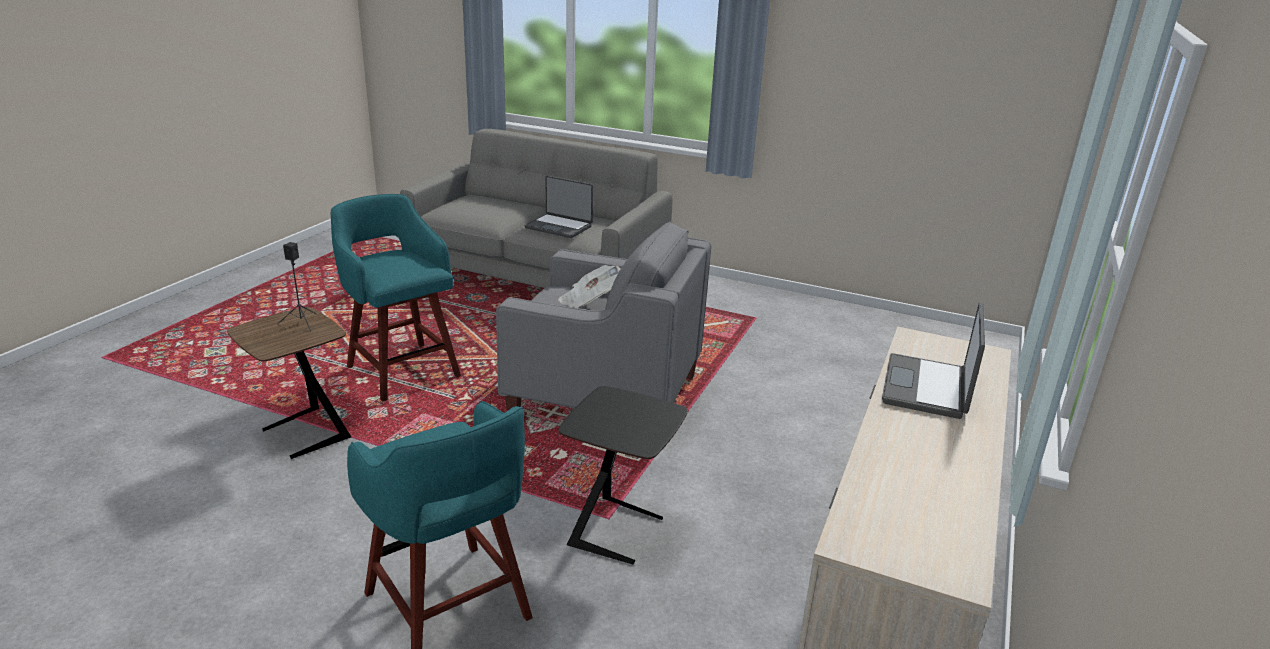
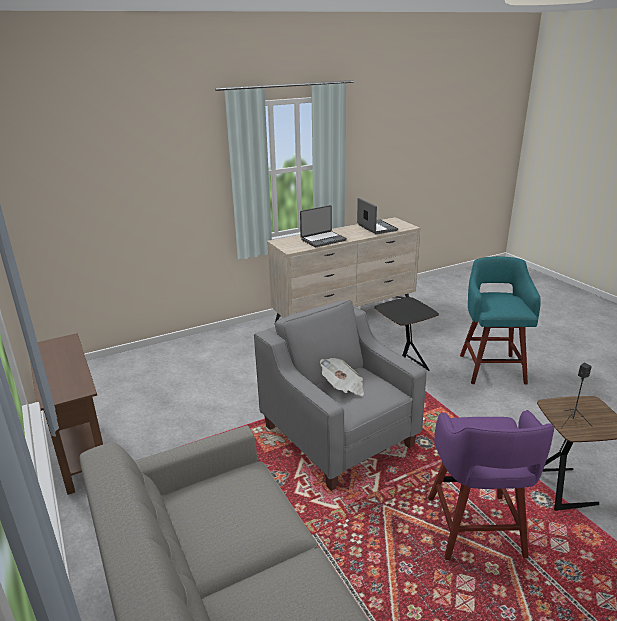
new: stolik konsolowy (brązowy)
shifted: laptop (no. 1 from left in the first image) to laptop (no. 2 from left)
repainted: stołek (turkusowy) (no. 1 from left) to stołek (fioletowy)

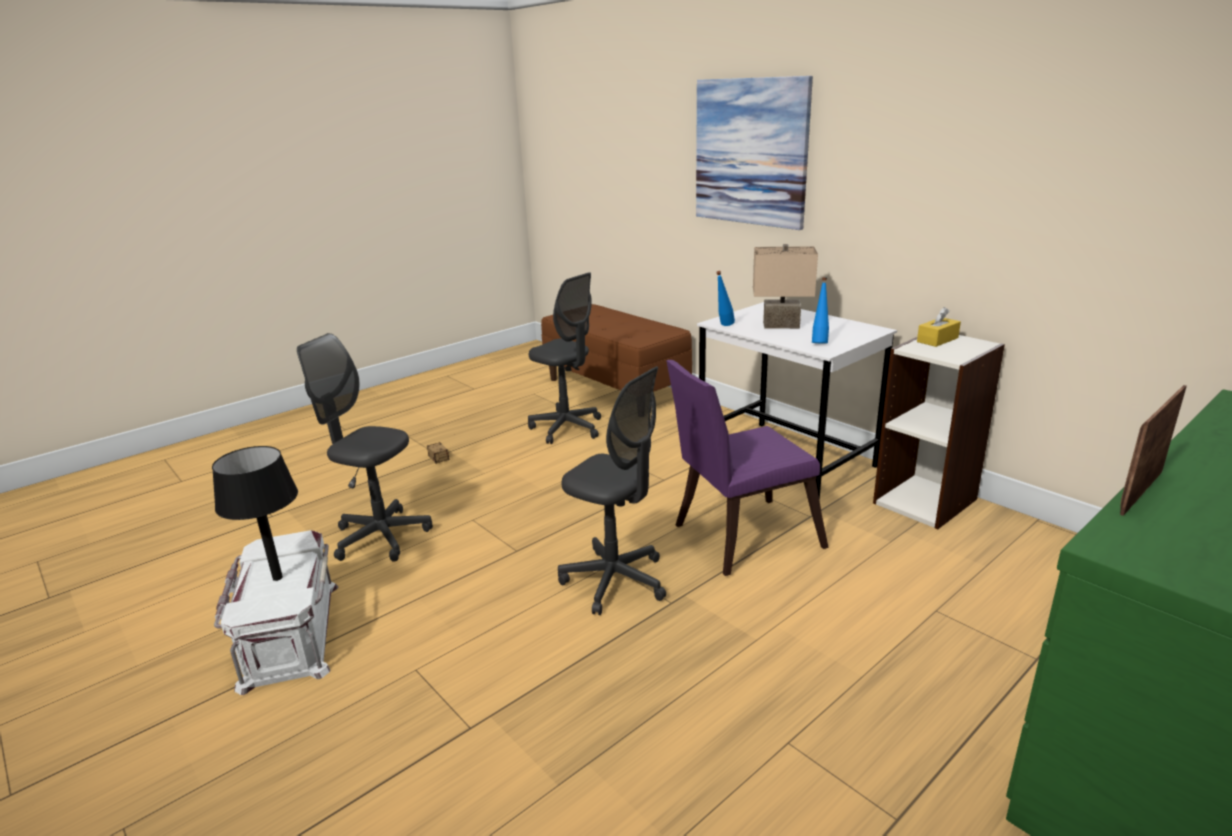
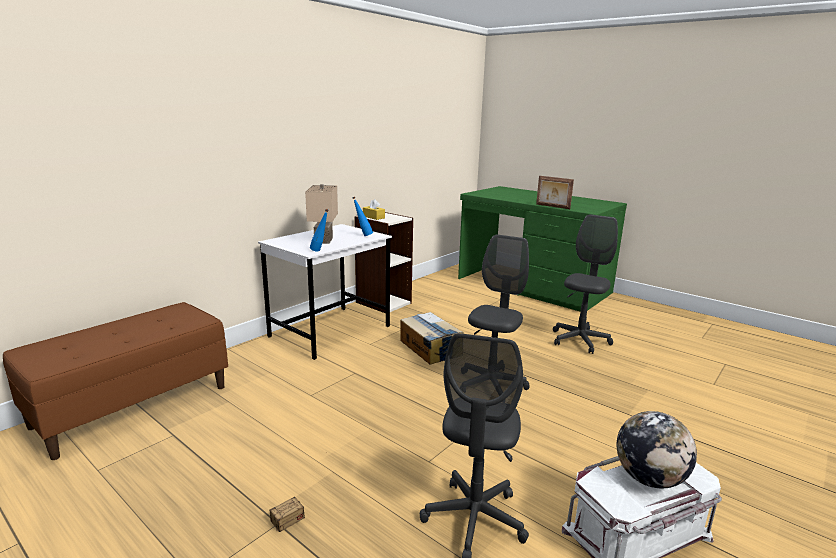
gone: obraz
shifted: krzesło biurowe (szary) (no. 2 from left in the first image) to krzesło biurowe (szary) (no. 3 from left)
swapped: lampa stołowa (czarny) to globus; krzesło (fioletowy) to karton

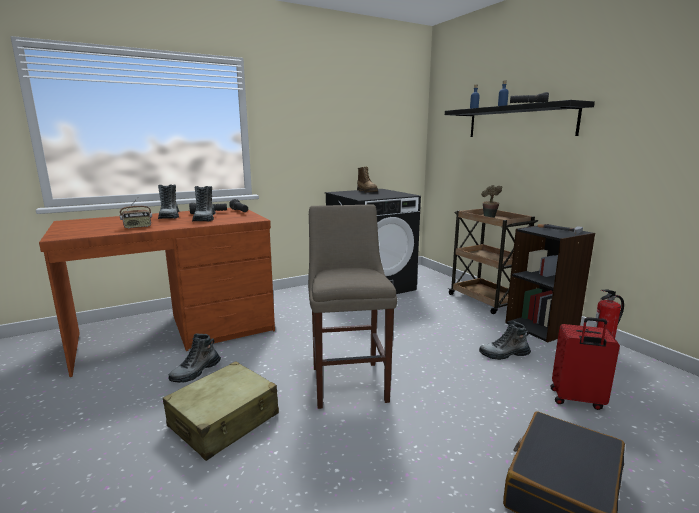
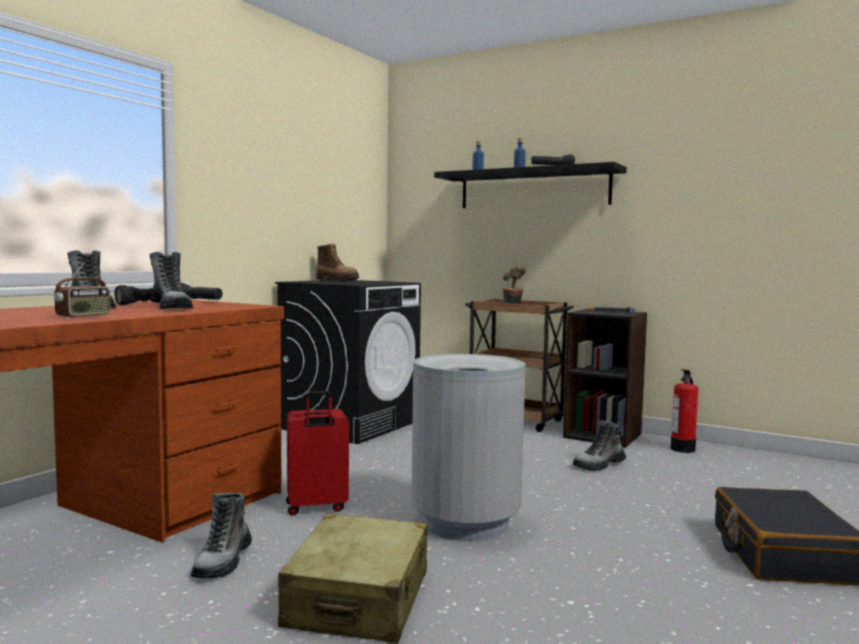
shifted: walizka (czerwony)
swapped: stołek (beżowy) to kosz na śmieci (szary)

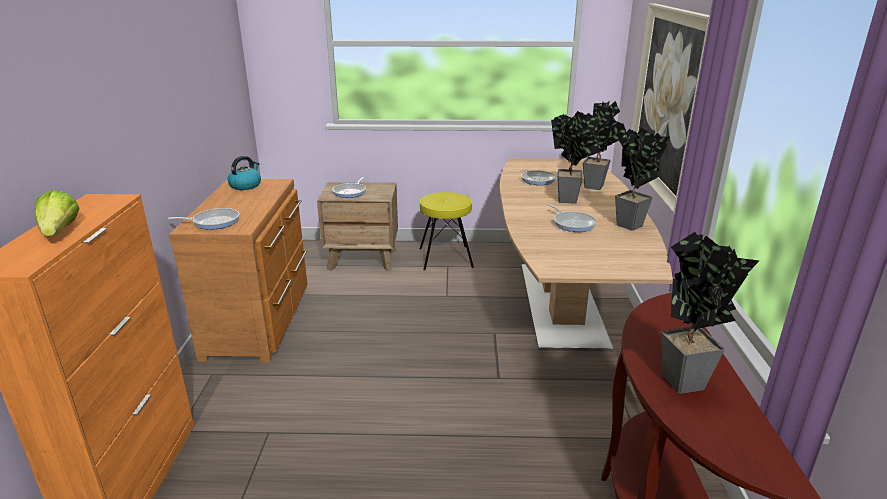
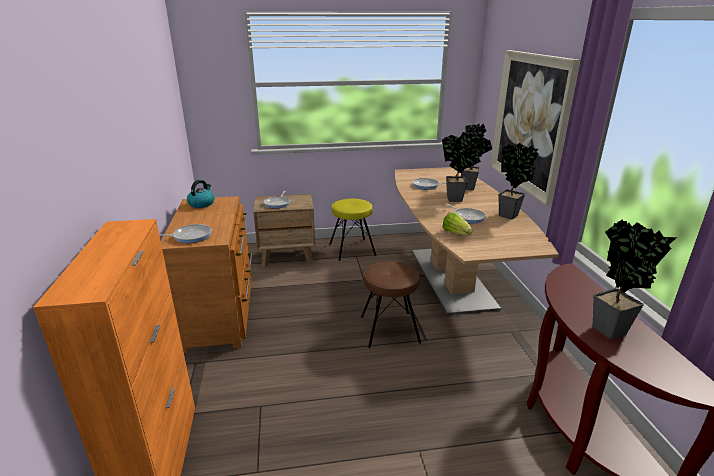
new: stołek (brązowy)
shifted: sałata

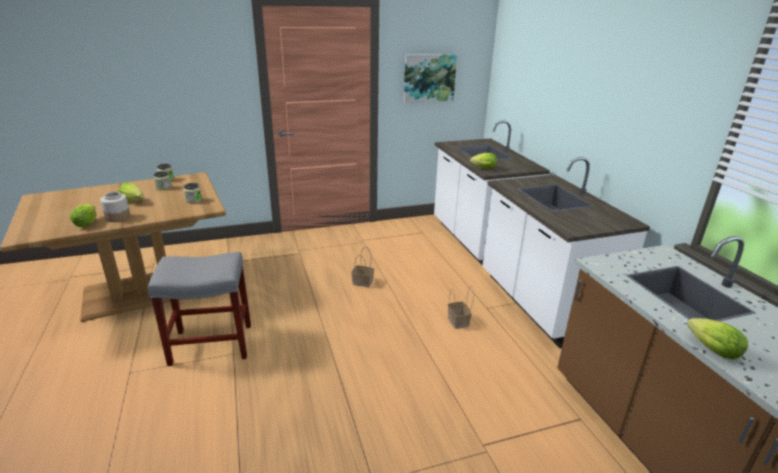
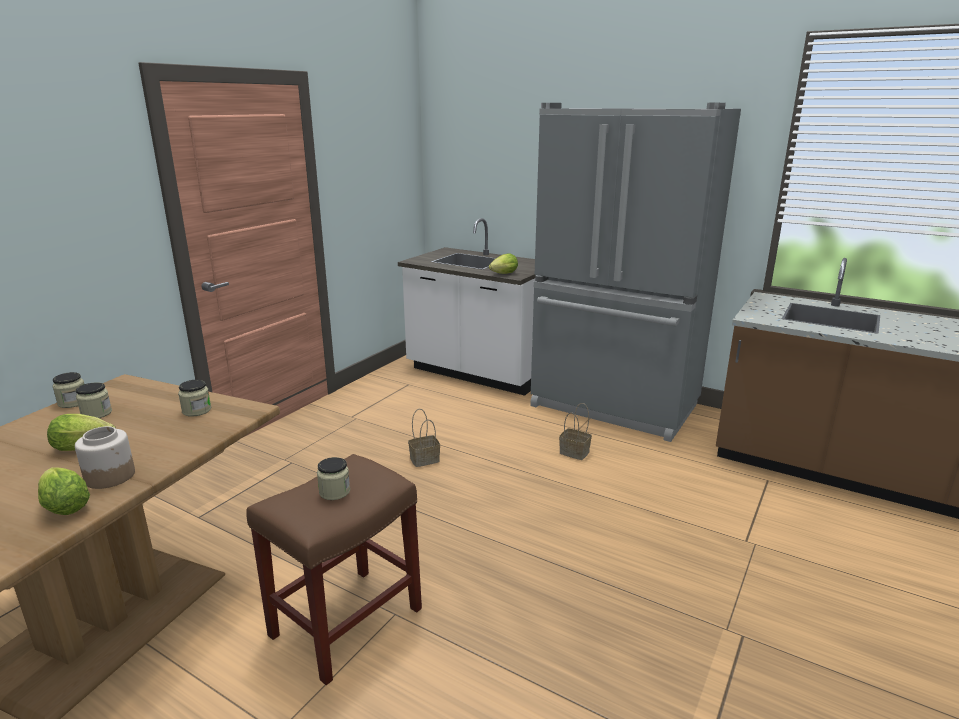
gone: obraz; sałata (no. 4 from left)
new: słoik (no. 5 from left)
swapped: zabudowa kuchenna (biały) (no. 2 from left) to lodówka (szary)
repainted: stołek (szary) to stołek (brązowy)

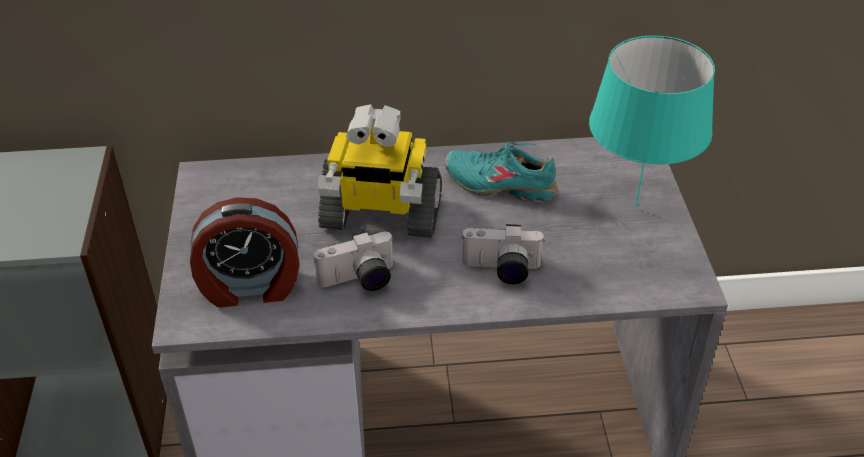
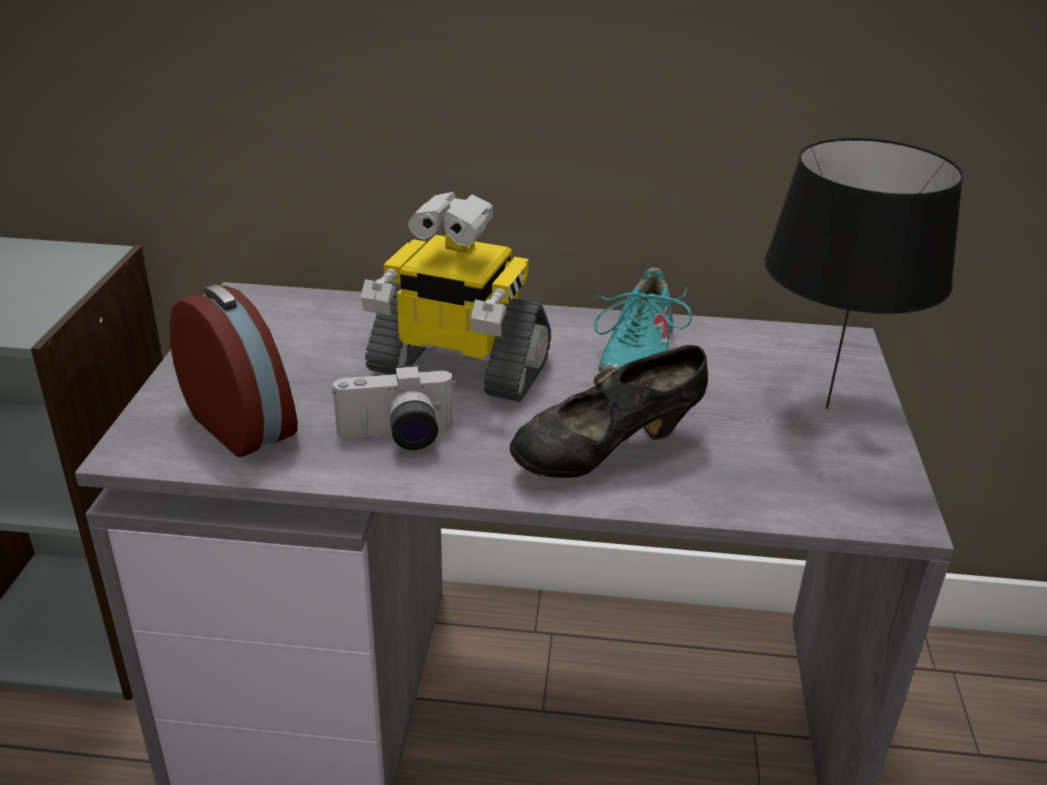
swapped: aparat fotograficzny (no. 2 from left) to but (czarny)
repainted: lampa stołowa (turkusowy) to lampa stołowa (czarny)
rotated: budzik 135 degrees counterclockwise; but (turkusowy) 105 degrees counterclockwise

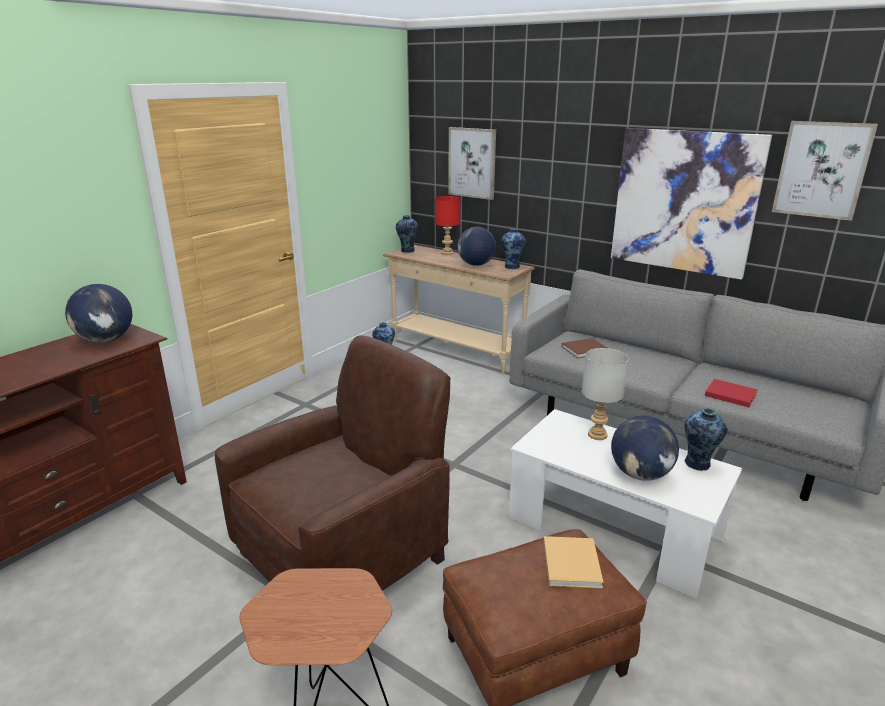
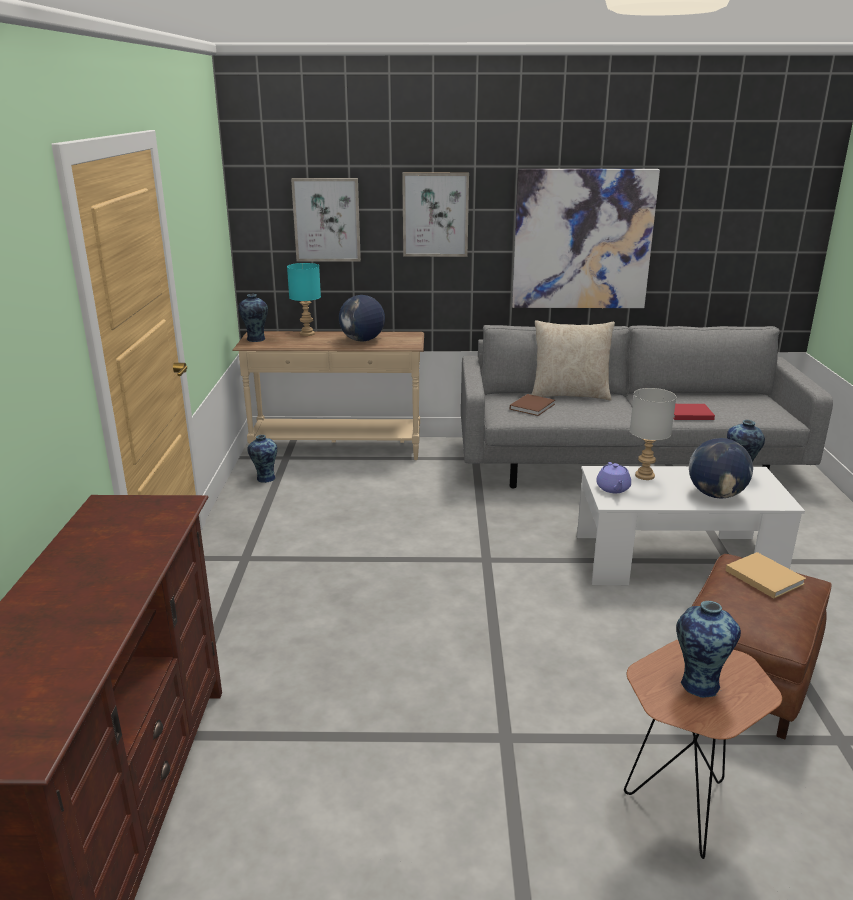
gone: globus (no. 1 from left); fotel (brązowy)
new: poduszka (beżowy); imbryk (fioletowy)
shifted: wazon (no. 3 from left); obraz (no. 3 from left in the first image) to obraz (no. 2 from left)
repainted: lampa stołowa (czerwony) to lampa stołowa (turkusowy)

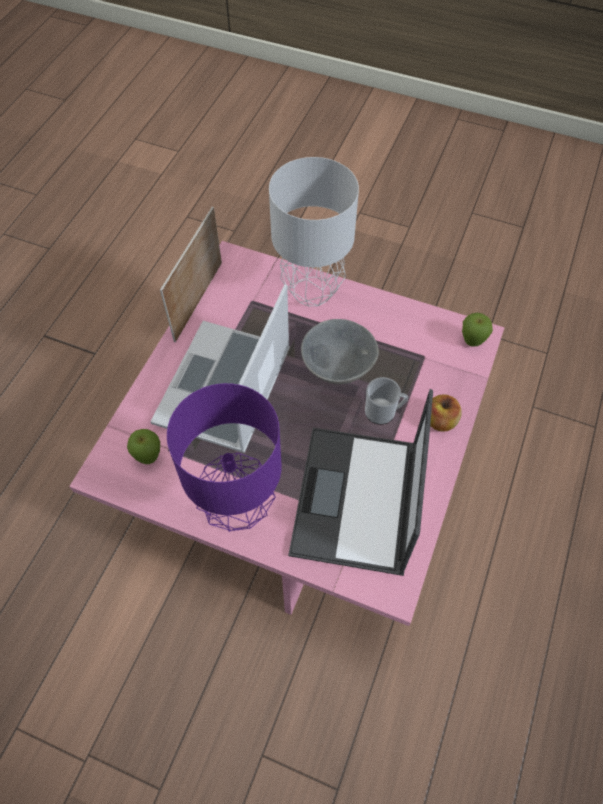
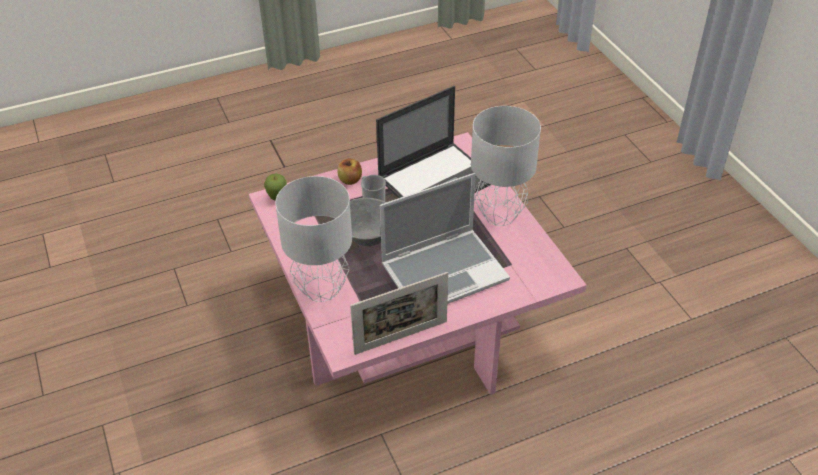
gone: jabłko (no. 1 from left)
repainted: lampa stołowa (fioletowy) to lampa stołowa (szary) (no. 2 from left)

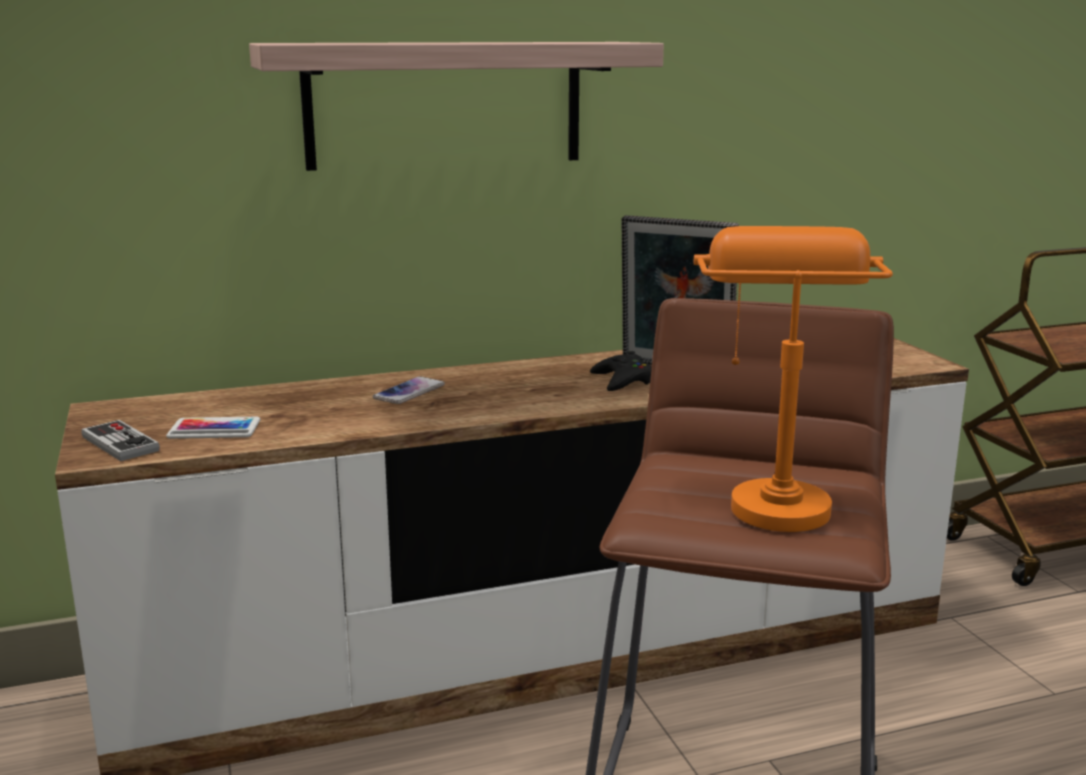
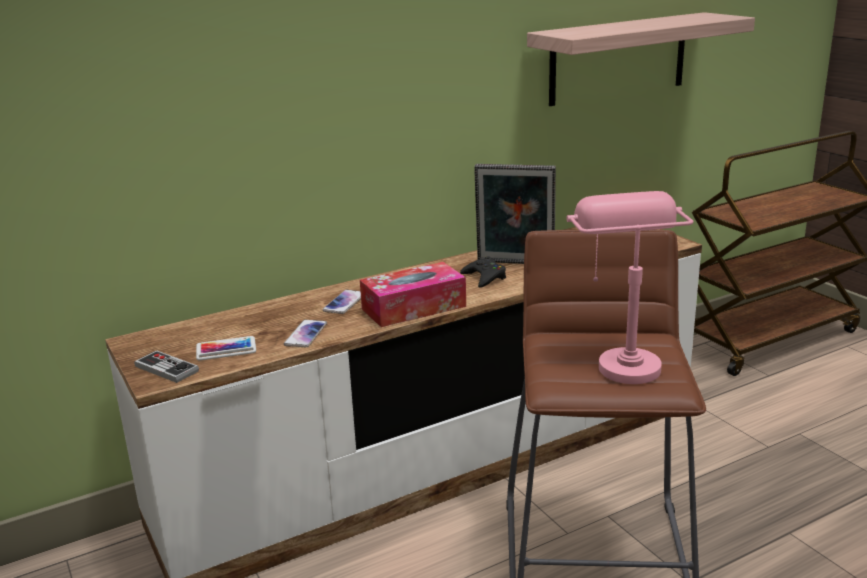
new: telefon (no. 2 from left); pudełko chusteczek
shifted: półka
repainted: lampa stołowa (pomarańczowy) to lampa stołowa (różowy)

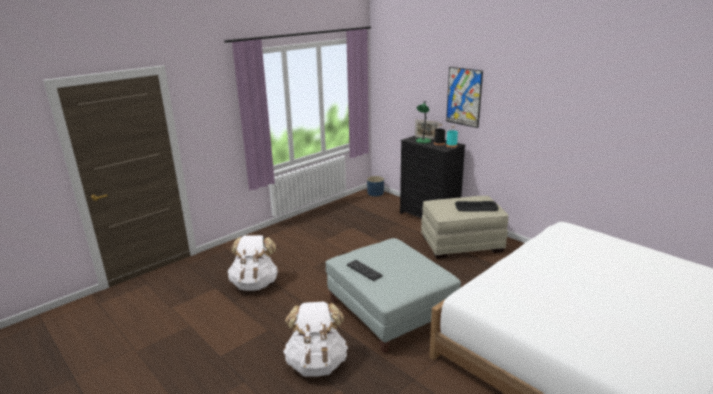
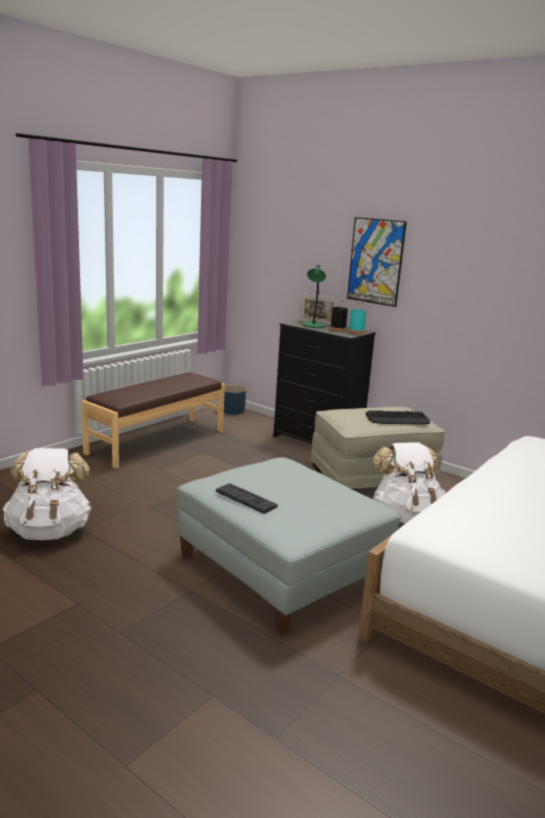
new: ławka (brązowy)
shifted: plecak (biały) (no. 2 from left)

